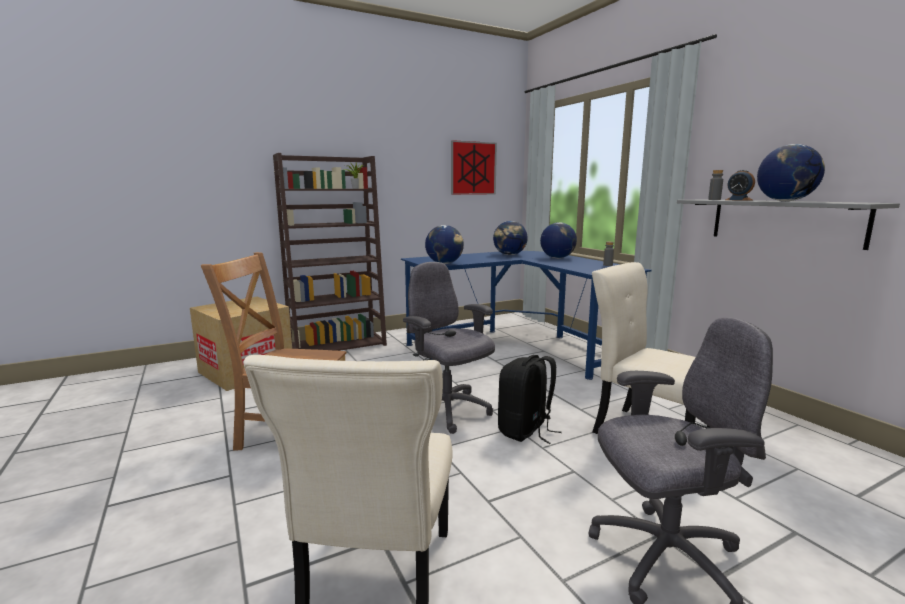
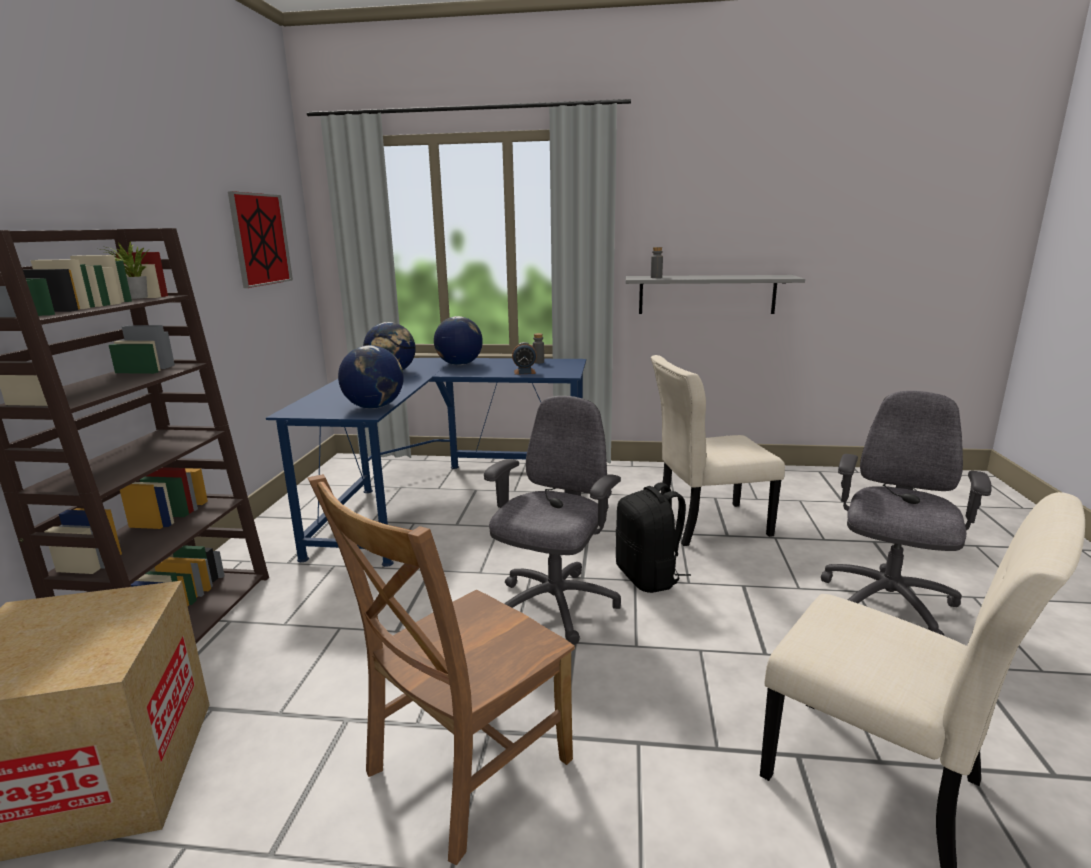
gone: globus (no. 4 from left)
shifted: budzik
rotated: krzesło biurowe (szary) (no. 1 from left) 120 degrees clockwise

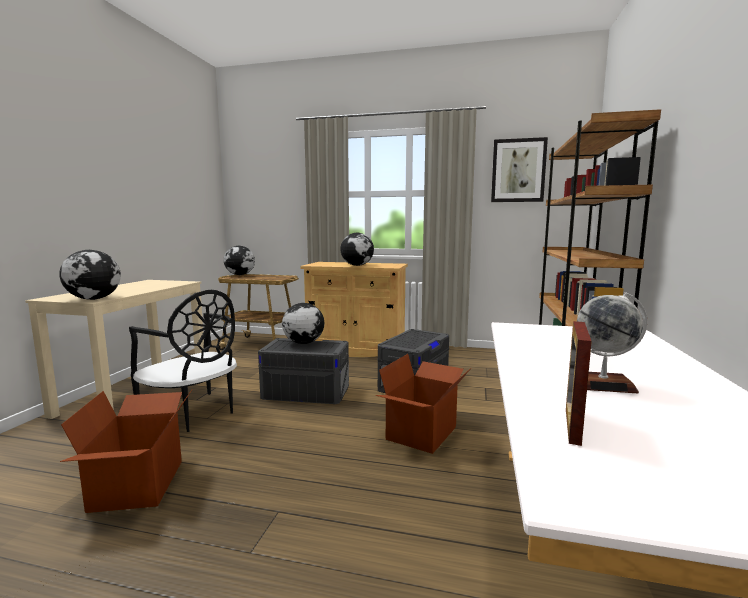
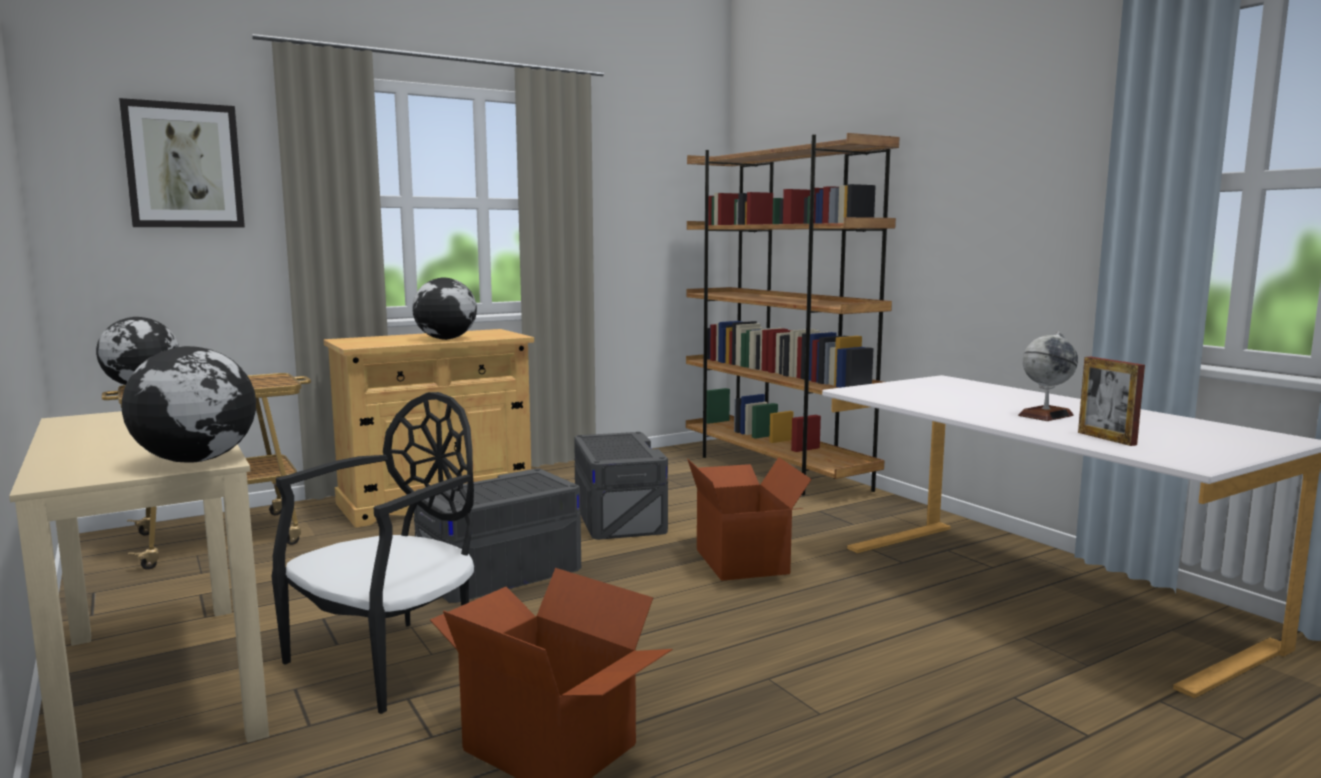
gone: globus (no. 3 from left)
shifted: obraz
rotated: krzesło (czarny) 45 degrees counterclockwise

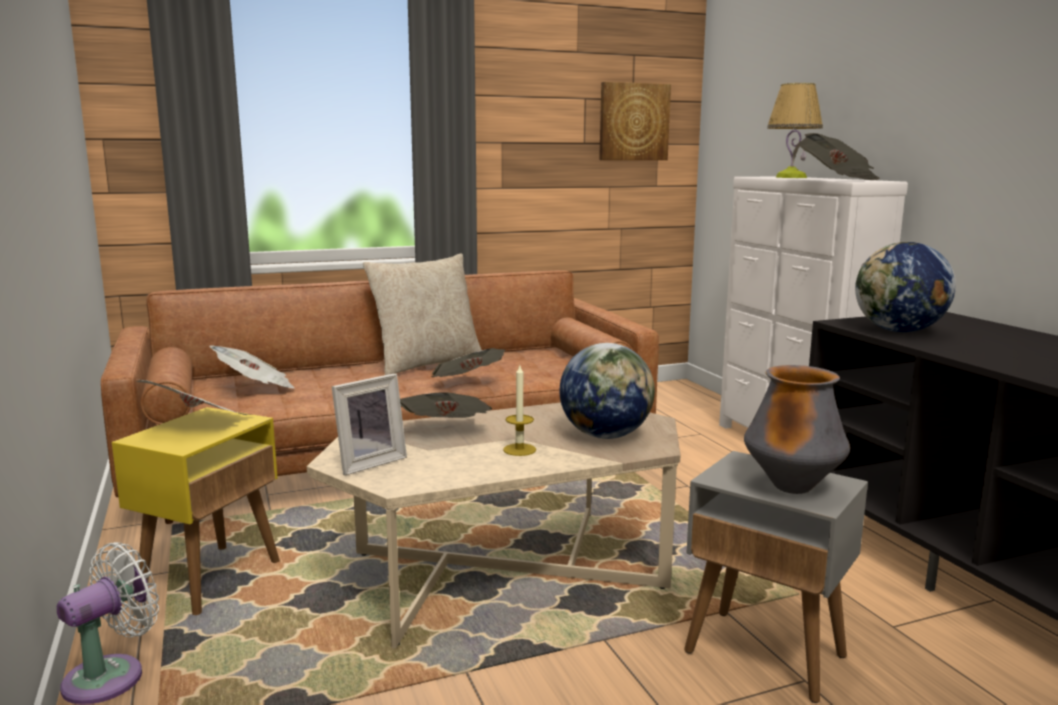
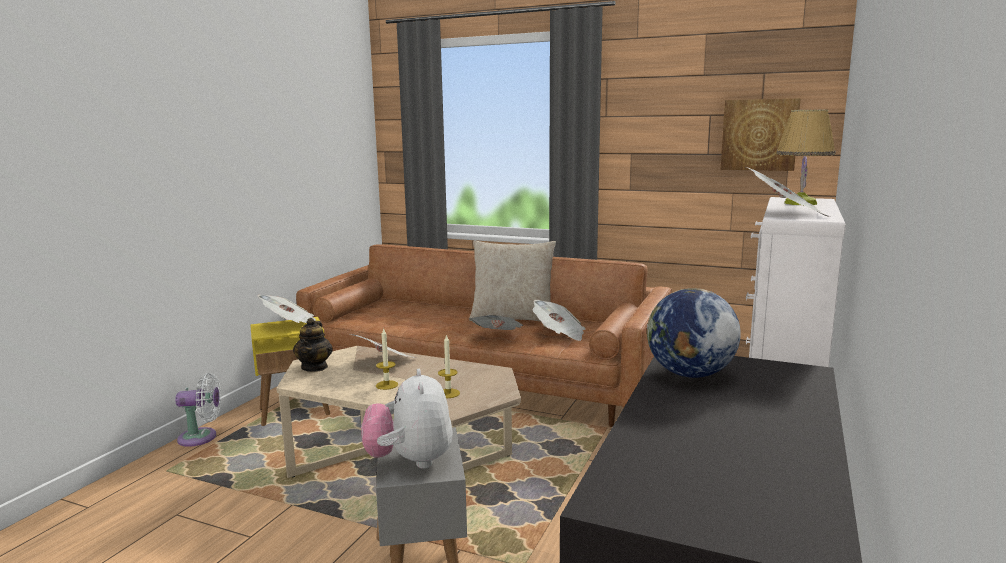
shifted: gazeta (no. 2 from left in the first image) to gazeta (no. 4 from left)
swapped: ramka na zdjęcie to imbryk; globus (no. 1 from left) to świeca (no. 2 from left); wazon to pluszak

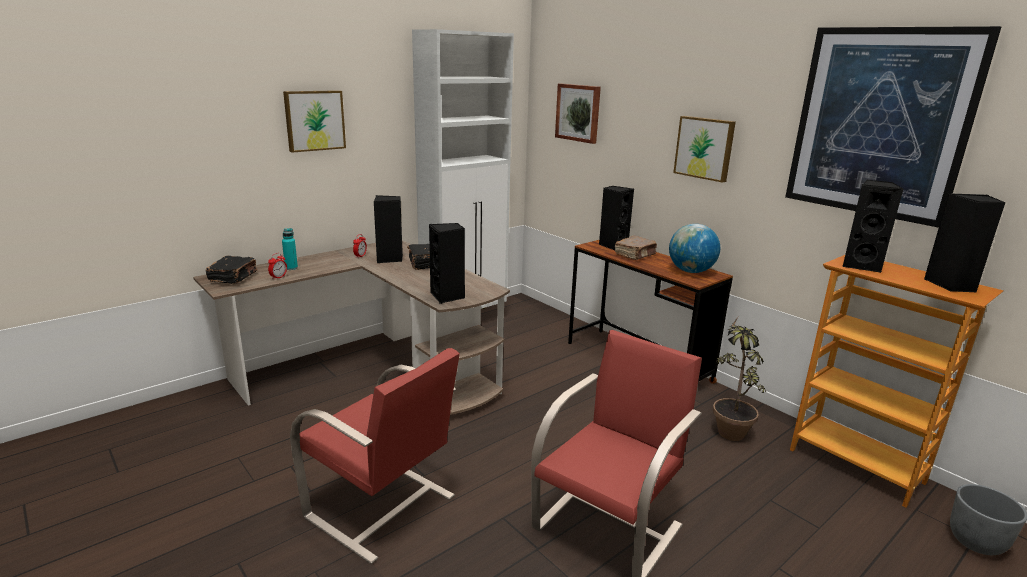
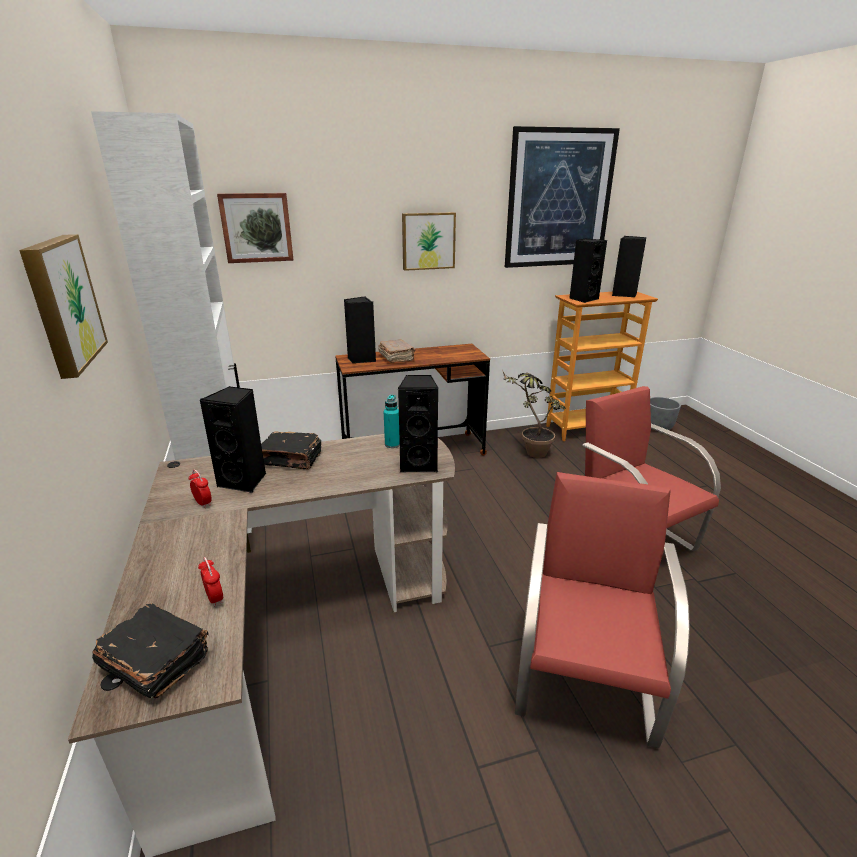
gone: globus
shifted: butelka (turkusowy)
rotated: krzesło (czerwony) (no. 1 from left) 45 degrees counterclockwise

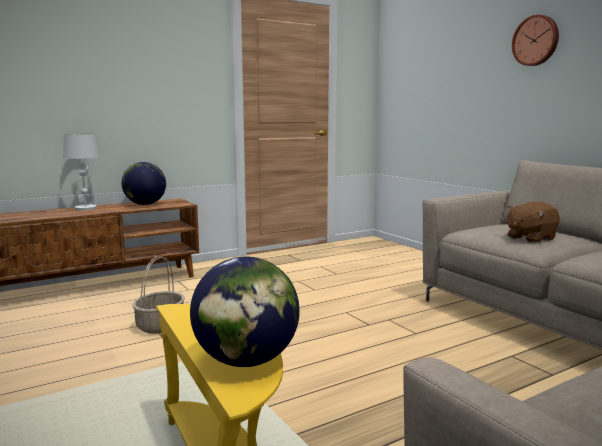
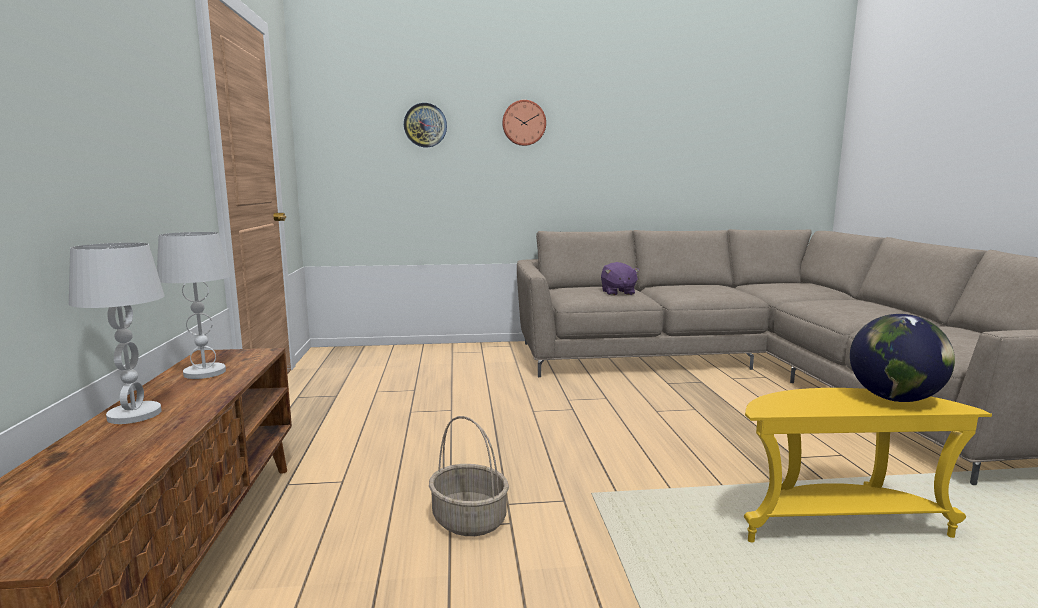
new: zegar ścienny (no. 1 from left)
swapped: globus (no. 1 from left) to lampa stołowa (biały) (no. 2 from left)
repainted: pluszak (brązowy) to pluszak (fioletowy)

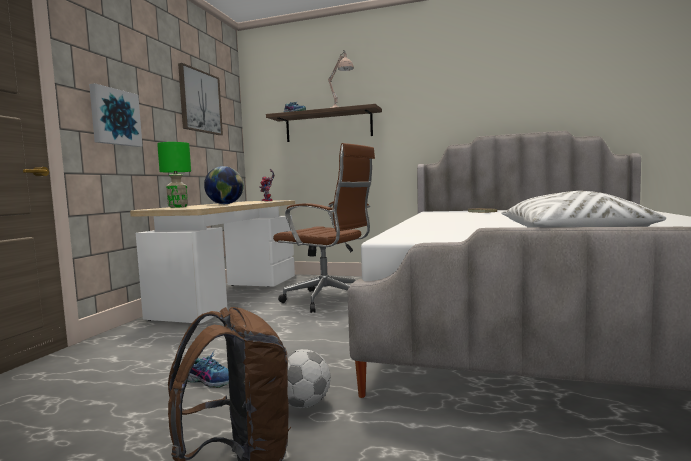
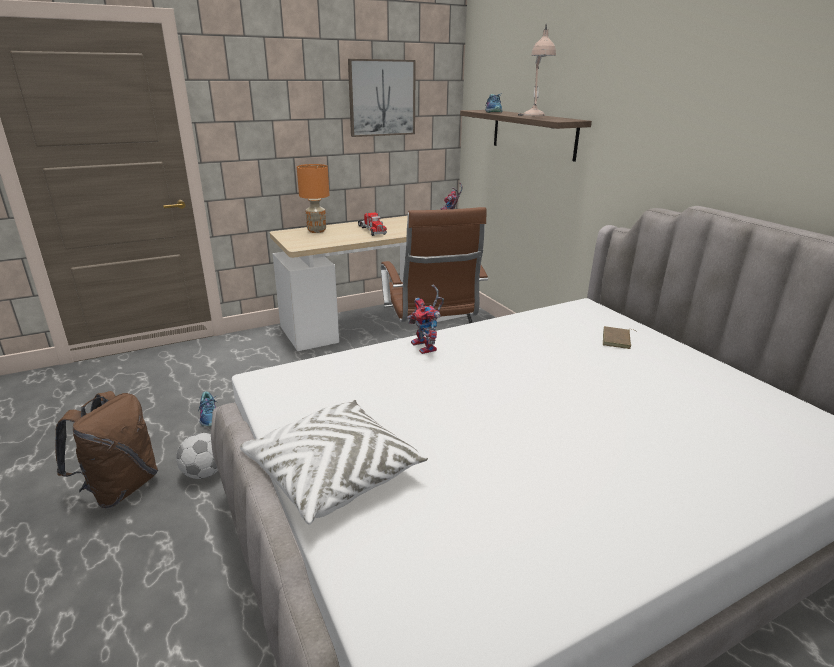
gone: obraz (no. 1 from left)
new: robot zabawkowy (no. 1 from left)
swapped: globus to ciężarówka zabawkowa
repainted: lampa stołowa (zielony) to lampa stołowa (pomarańczowy)

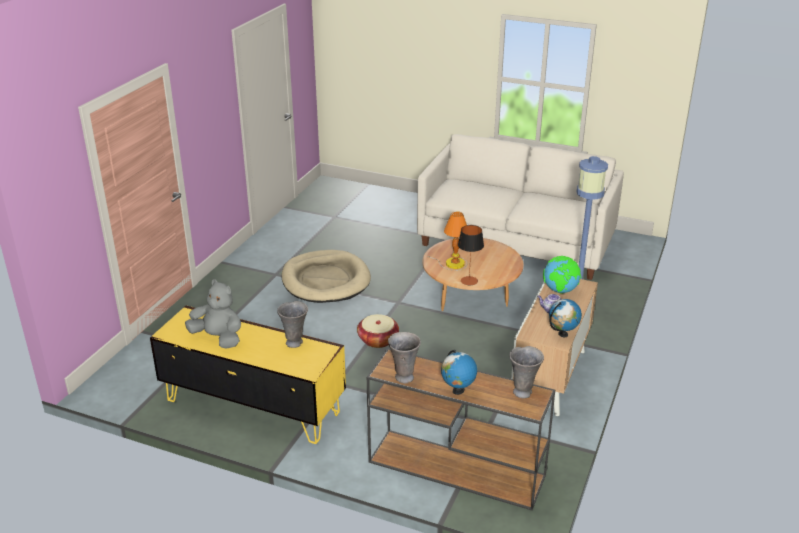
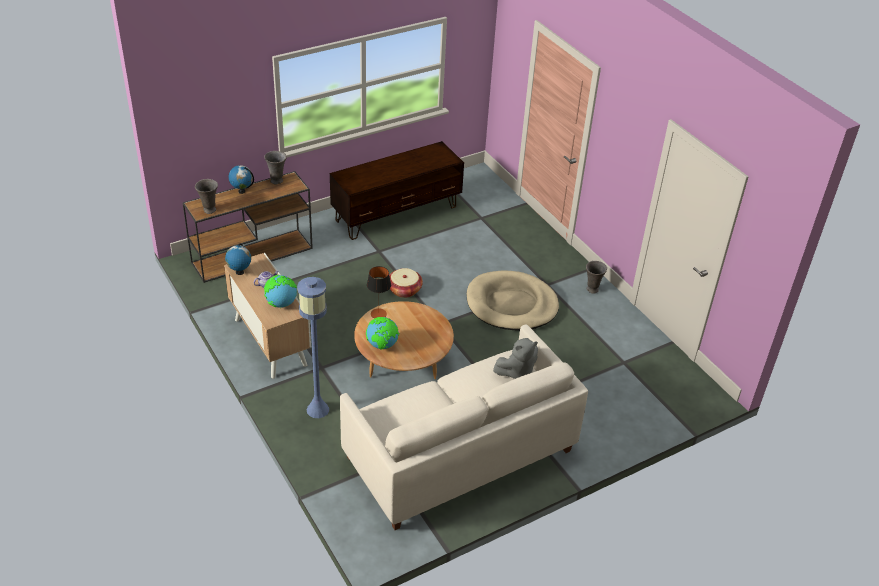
gone: lampa stołowa (no. 1 from left)
new: globus (no. 4 from left)
shifted: pluszak (szary); wazon (szary) (no. 1 from left in the first image) to wazon (szary) (no. 3 from left)
repainted: szafka pod telewizor (żółty) to szafka pod telewizor (brązowy)

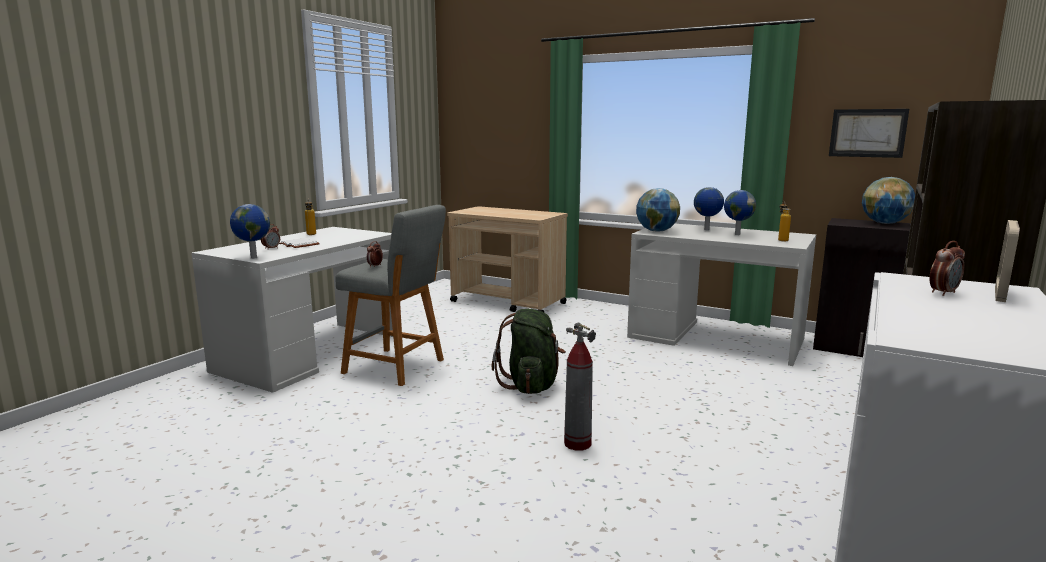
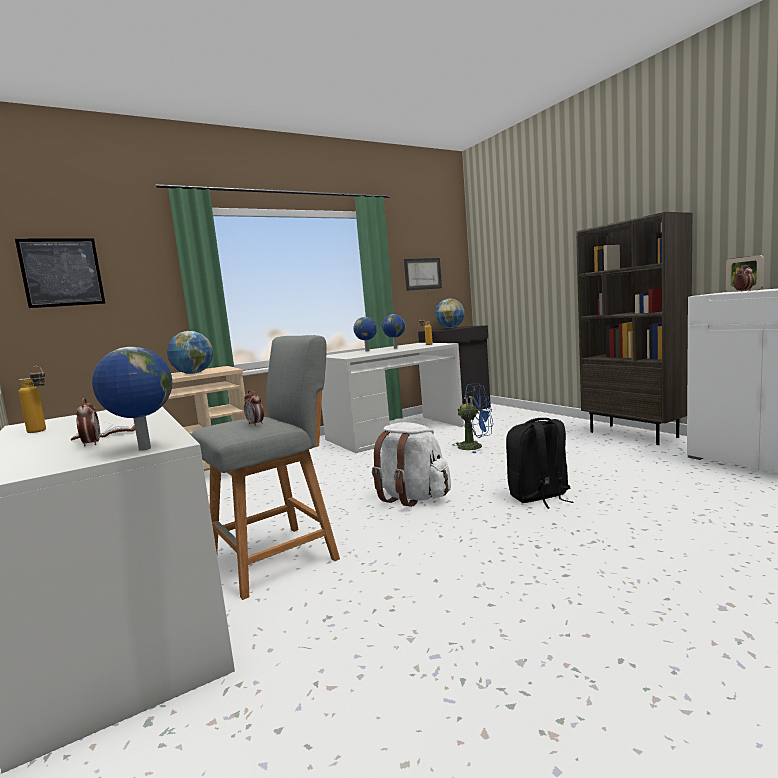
new: obraz (no. 1 from left); wentylator (niebieski)
shifted: globus (no. 2 from left)
swapped: gaśnica to plecak (czarny)
repainted: plecak (zielony) to plecak (biały)

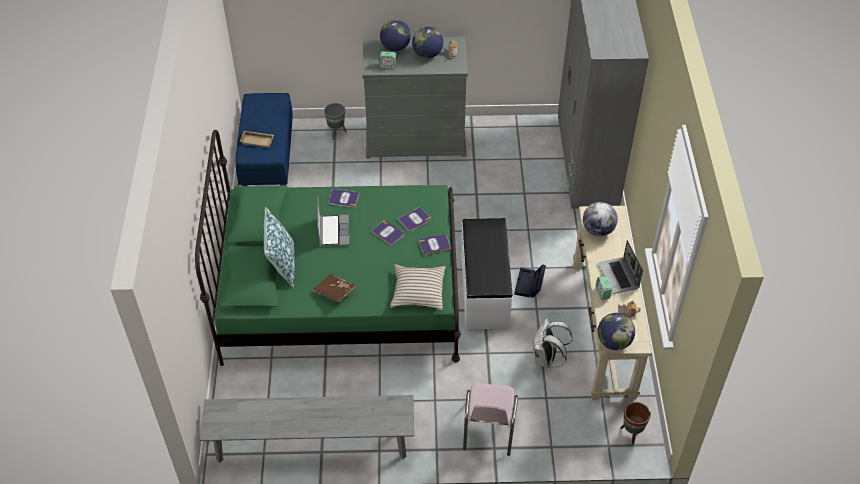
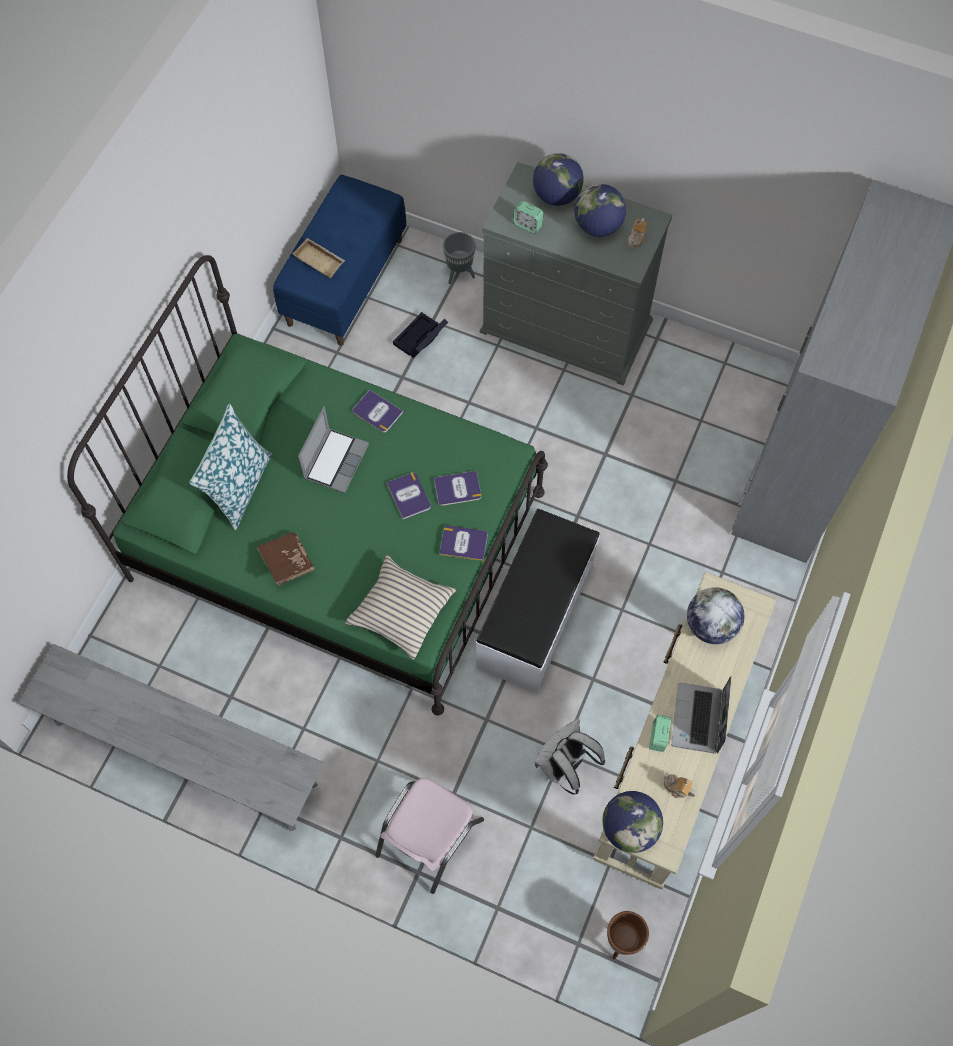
shifted: pojemnik do przechowywania (czarny)

